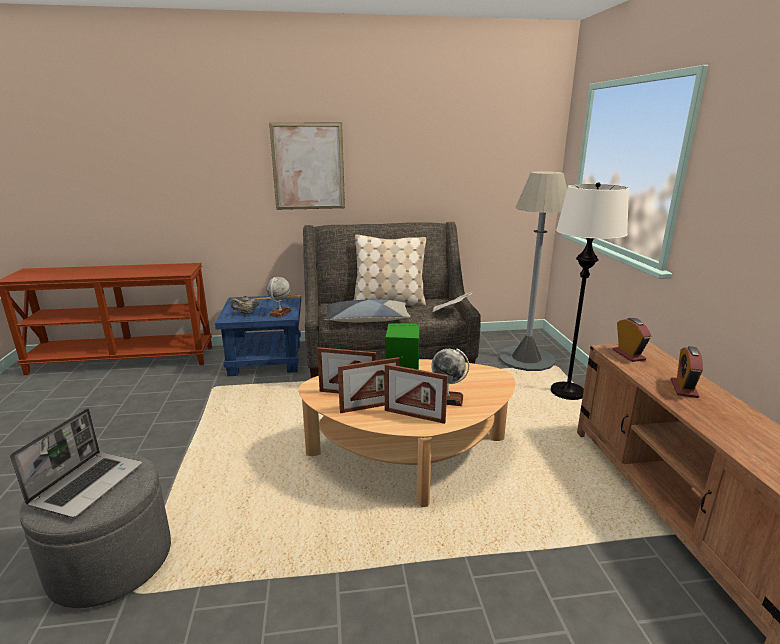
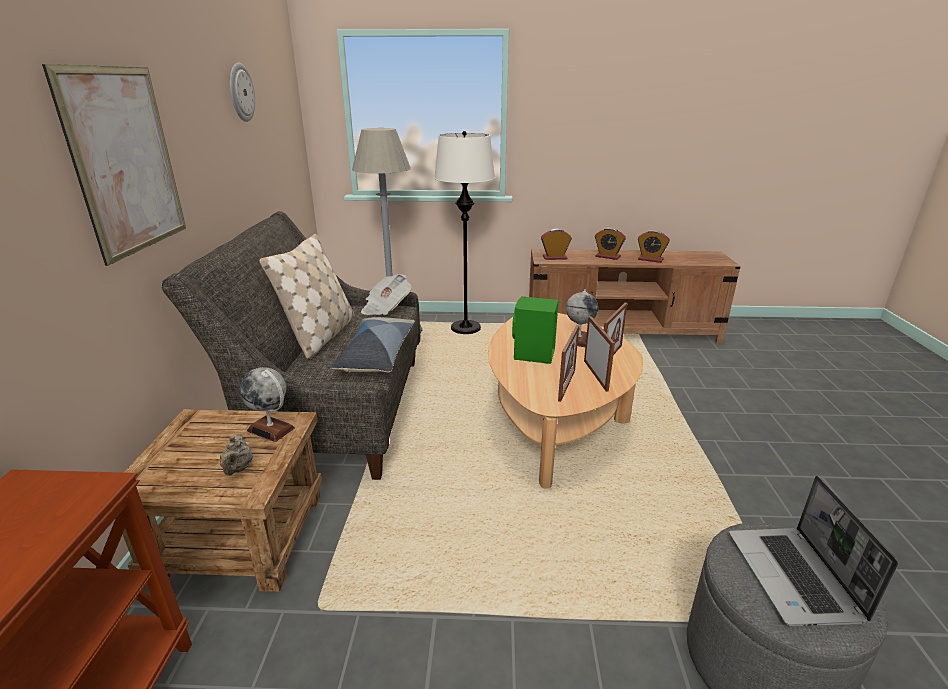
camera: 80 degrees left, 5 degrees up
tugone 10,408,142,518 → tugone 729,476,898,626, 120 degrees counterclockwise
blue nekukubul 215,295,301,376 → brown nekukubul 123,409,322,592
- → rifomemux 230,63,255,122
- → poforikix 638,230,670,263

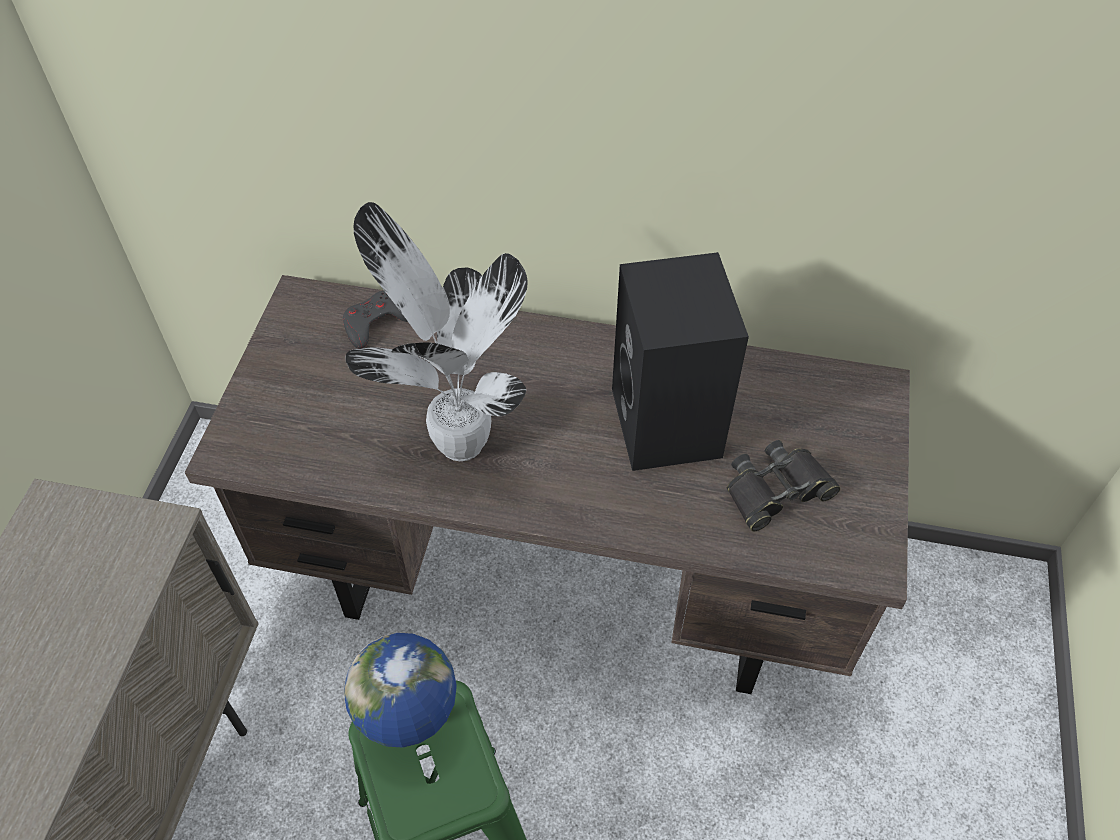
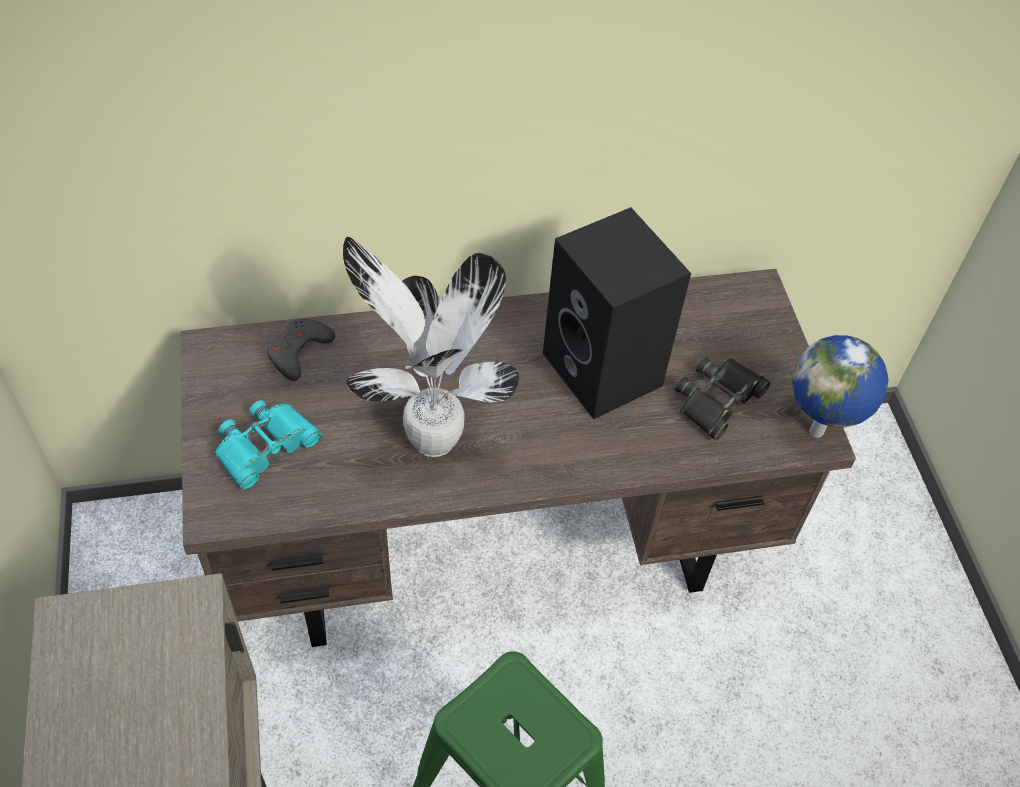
camera: 25 degrees left, 0 degrees up
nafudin 344,633,457,747 → nafudin 792,335,889,438, relocated
- → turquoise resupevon 215,400,321,490

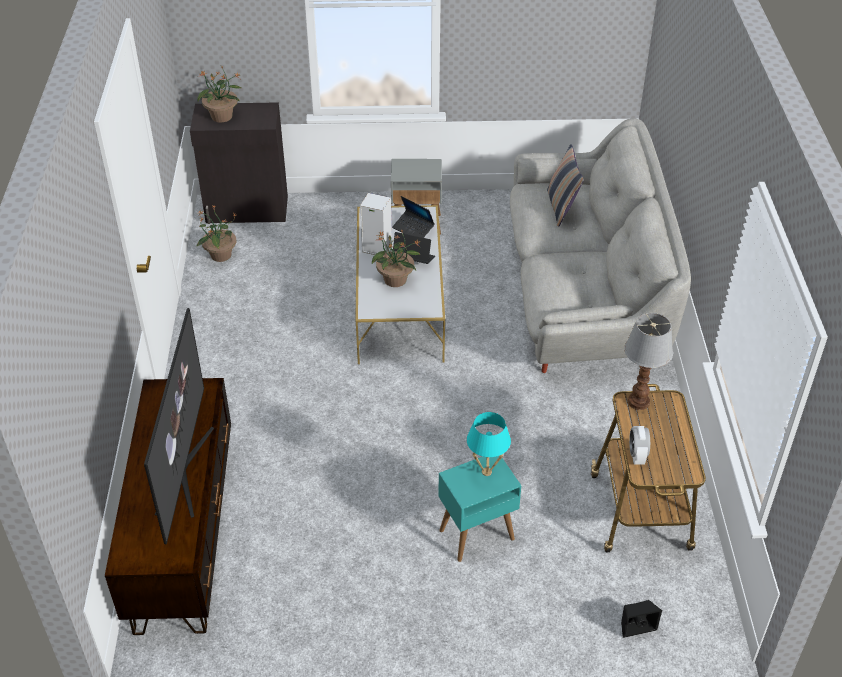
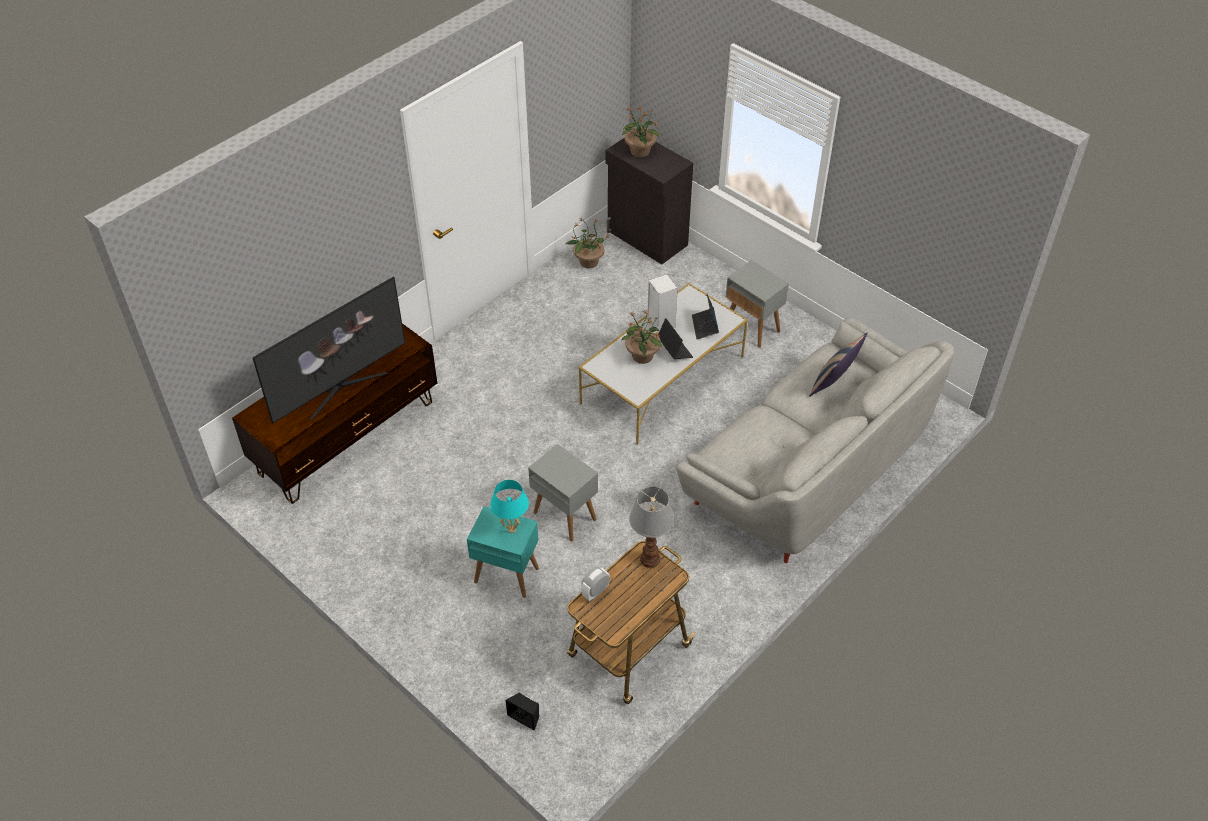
camera: 45 degrees right, 5 degrees up
- → grey nekukubul 528,444,598,541

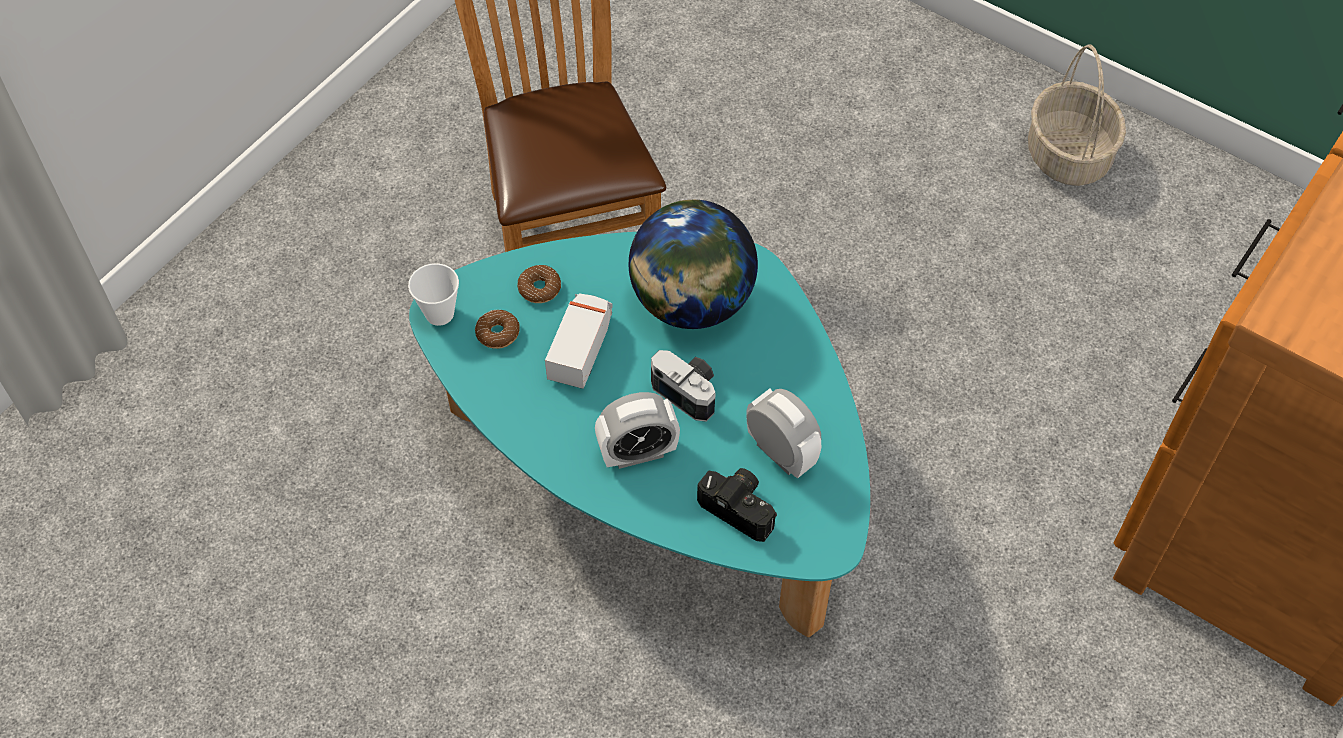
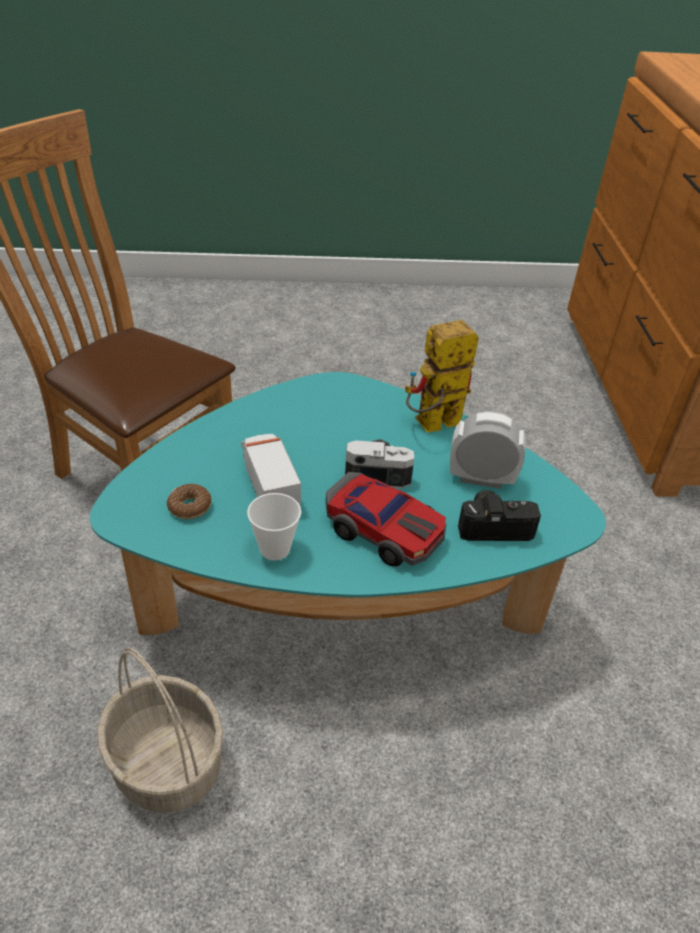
camera: 40 degrees left, 15 degrees down
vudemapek 408,263,459,326 → vudemapek 247,493,301,561, relocated
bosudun 517,265,561,303 → -
poforikix 595,392,680,469 → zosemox 326,472,446,567
nafudin 629,200,758,329 → -
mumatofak 1028,44,1126,186 → mumatofak 97,647,223,813, relocated
- → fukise 405,320,479,433

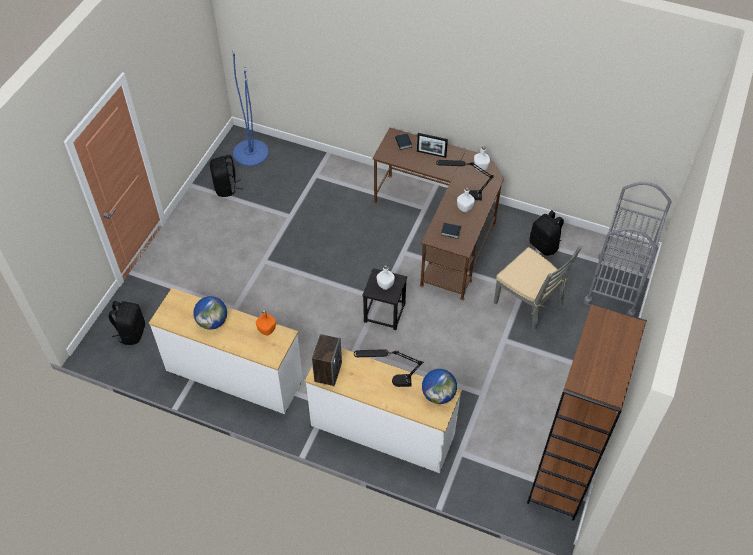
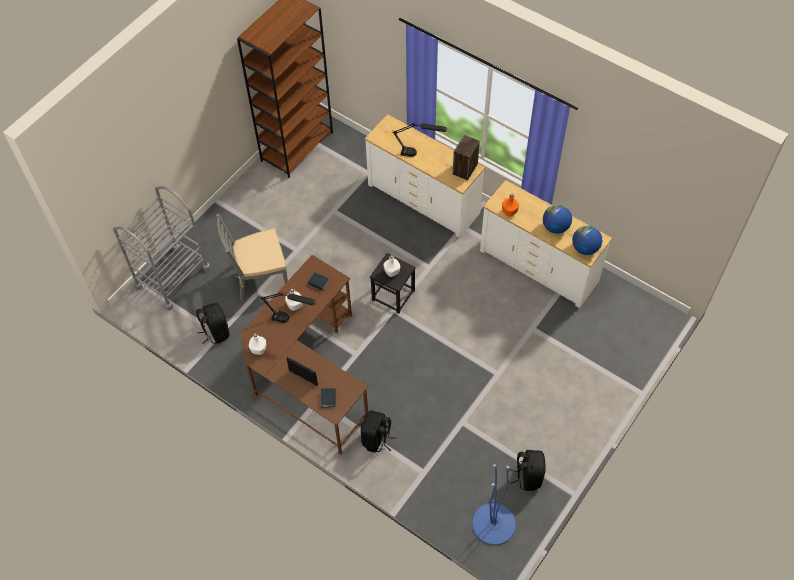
camera: 165 degrees left, 5 degrees up
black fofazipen 108,301,145,345 → black fofazipen 361,410,396,452, relocated
nafudin 422,369,457,404 → nafudin 572,225,602,255, relocated
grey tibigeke 494,245,582,333 → grey tibigeke 216,214,288,301, 75 degrees counterclockwise

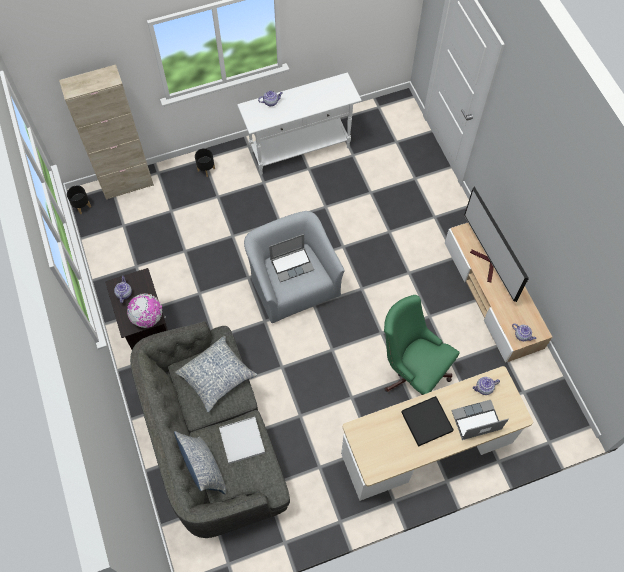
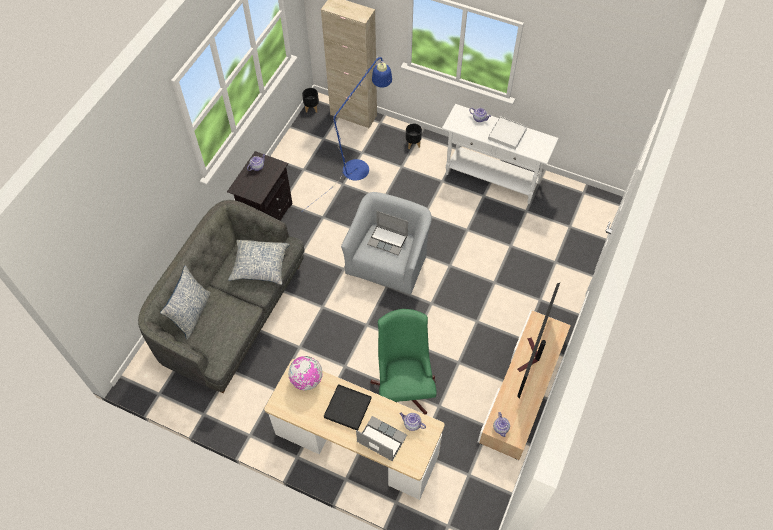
camera: 45 degrees right, 5 degrees down
nafudin 127,293,162,328 → nafudin 288,356,323,390, relocated
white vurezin 219,417,265,464 → white vurezin 488,116,527,150, relocated
- → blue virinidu 304,57,392,210

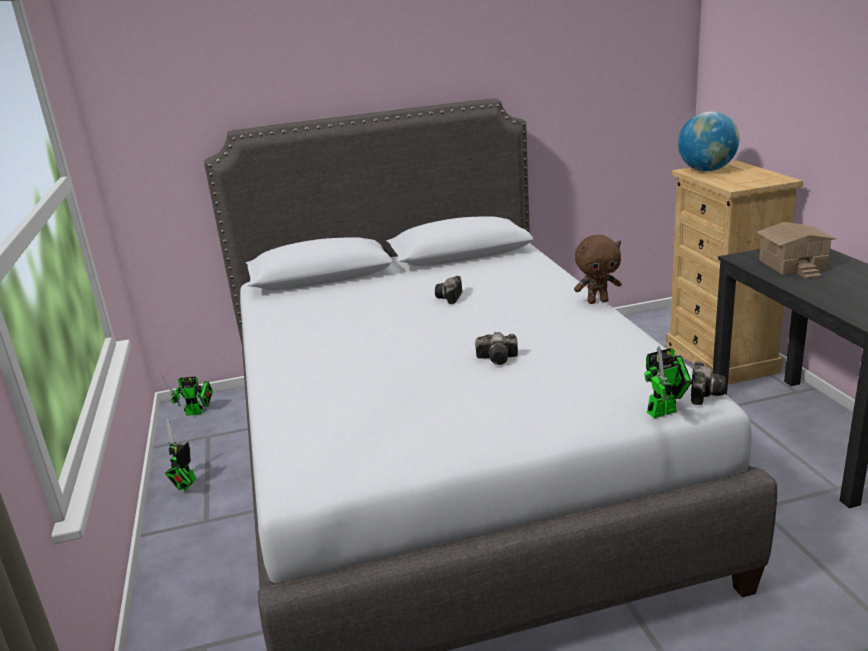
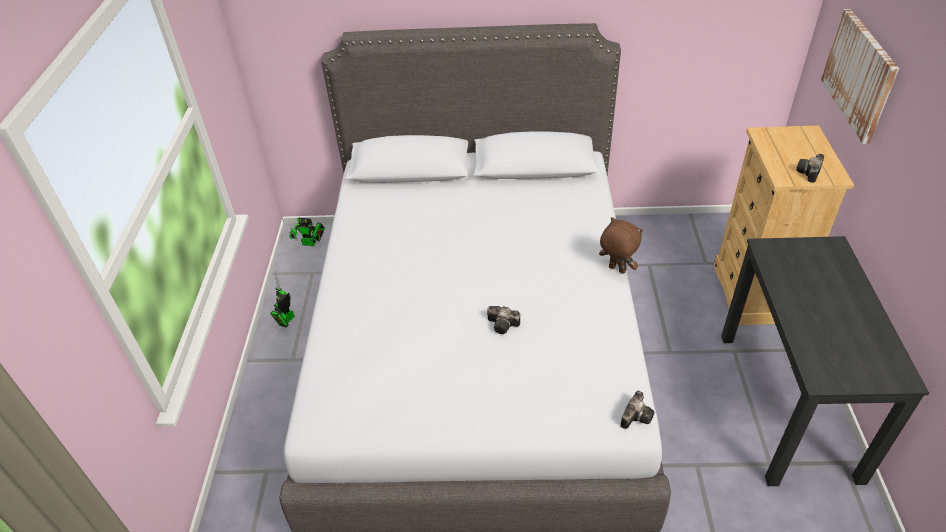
camera: 15 degrees right, 20 degrees up
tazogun 435,276,462,304 → tazogun 796,154,824,183, relocated
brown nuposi 574,235,622,304 → brown nuposi 599,217,643,274, 150 degrees counterclockwise
fukise 645,346,692,418 → -
nafudin 678,111,739,171 → -
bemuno 756,222,837,279 → -
- → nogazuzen 821,9,899,144

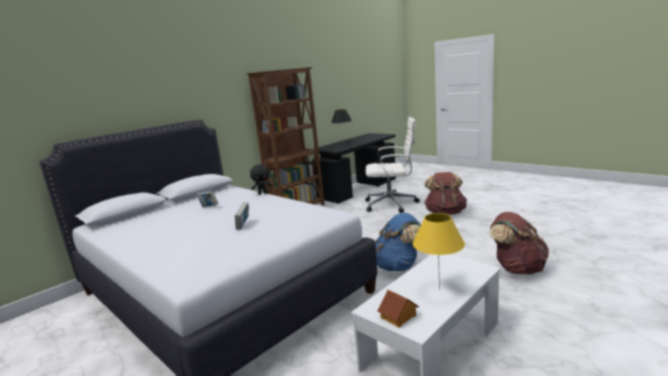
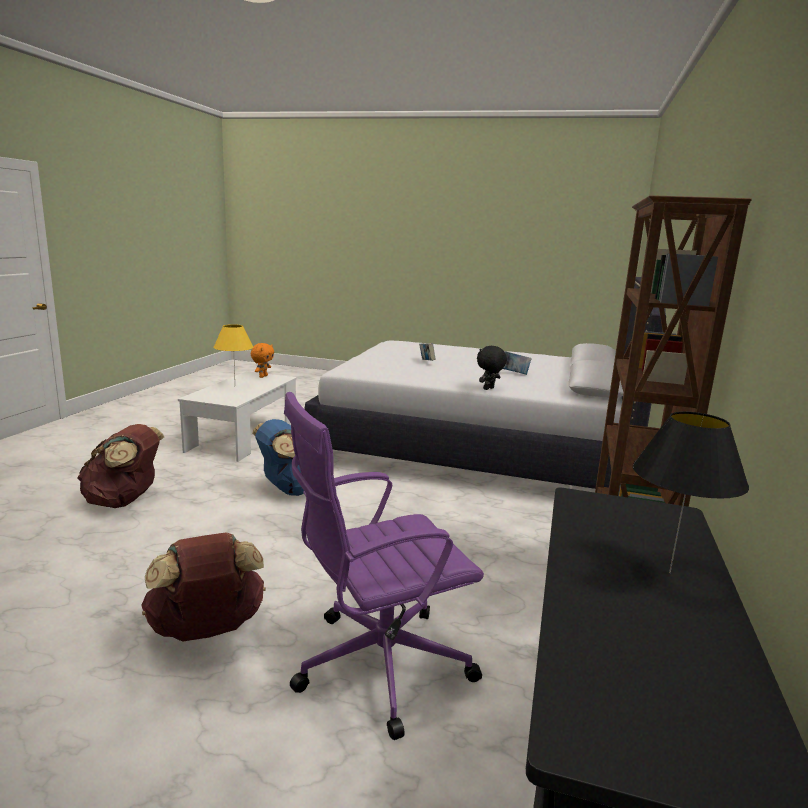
camera: 150 degrees right, 0 degrees up
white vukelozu 365,117,420,213 → purple vukelozu 284,392,484,740
bemuno 378,289,419,328 → orange nuposi 251,343,274,378

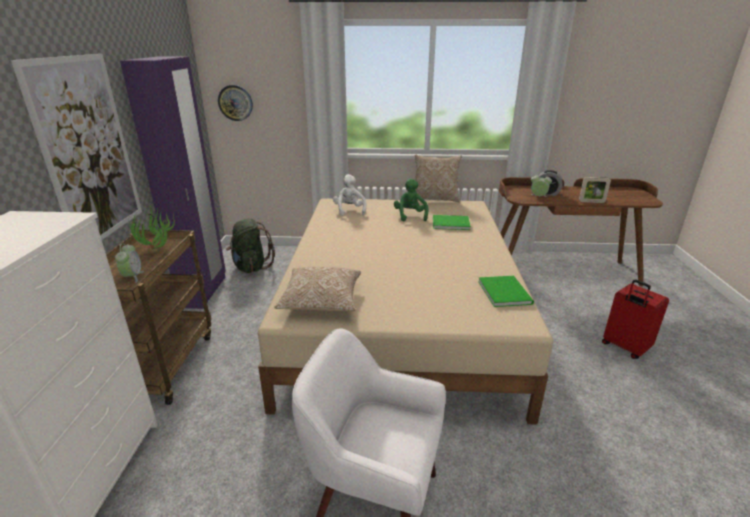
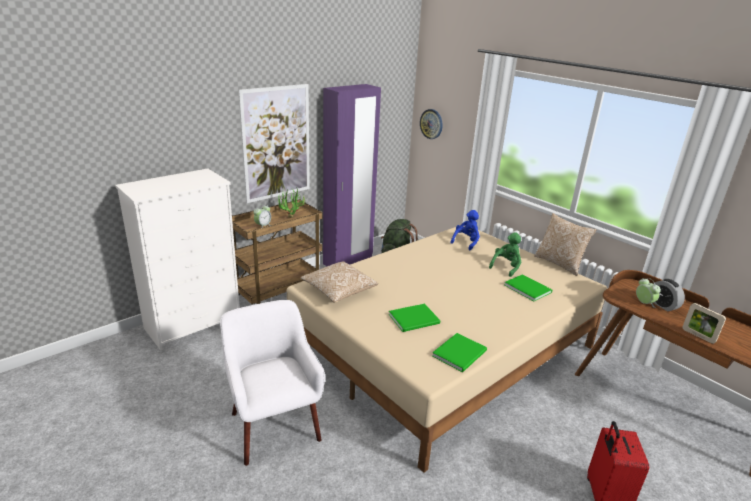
camera: 45 degrees right, 0 degrees up
white nuposi 333,174,367,216 → blue nuposi 450,210,480,250
- → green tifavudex 389,303,440,332

